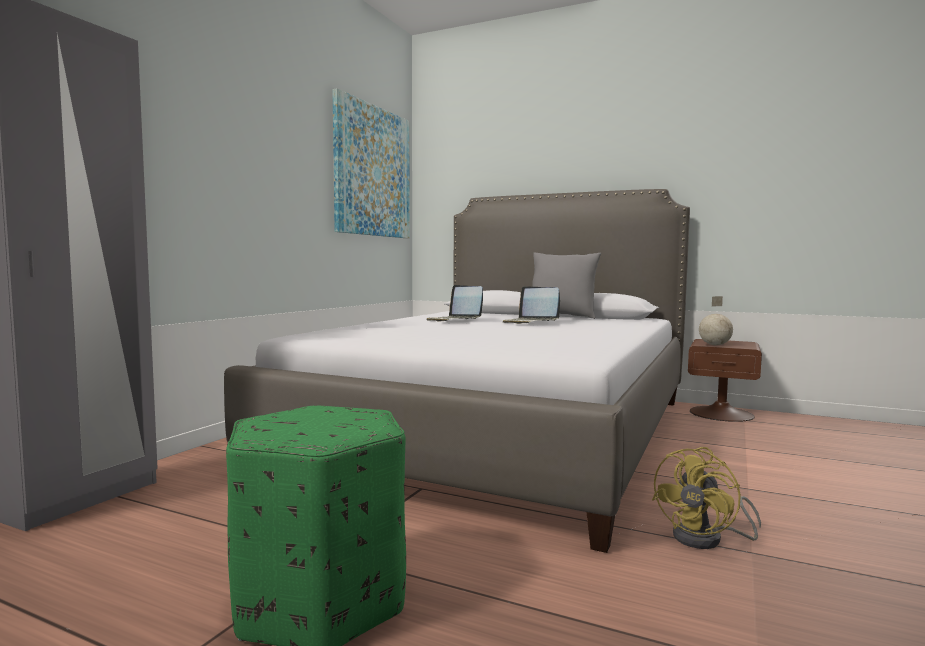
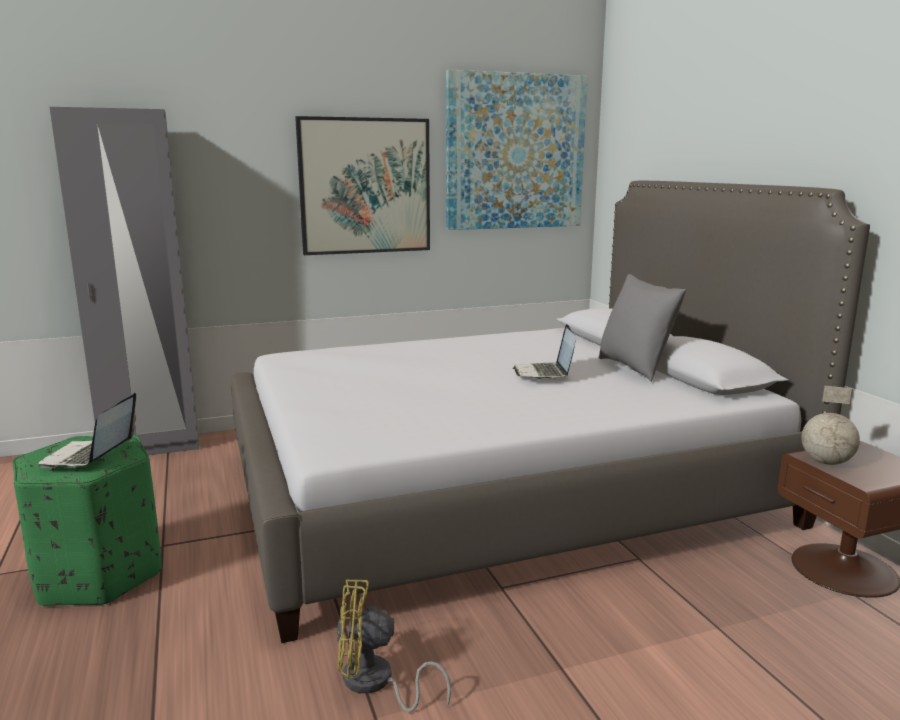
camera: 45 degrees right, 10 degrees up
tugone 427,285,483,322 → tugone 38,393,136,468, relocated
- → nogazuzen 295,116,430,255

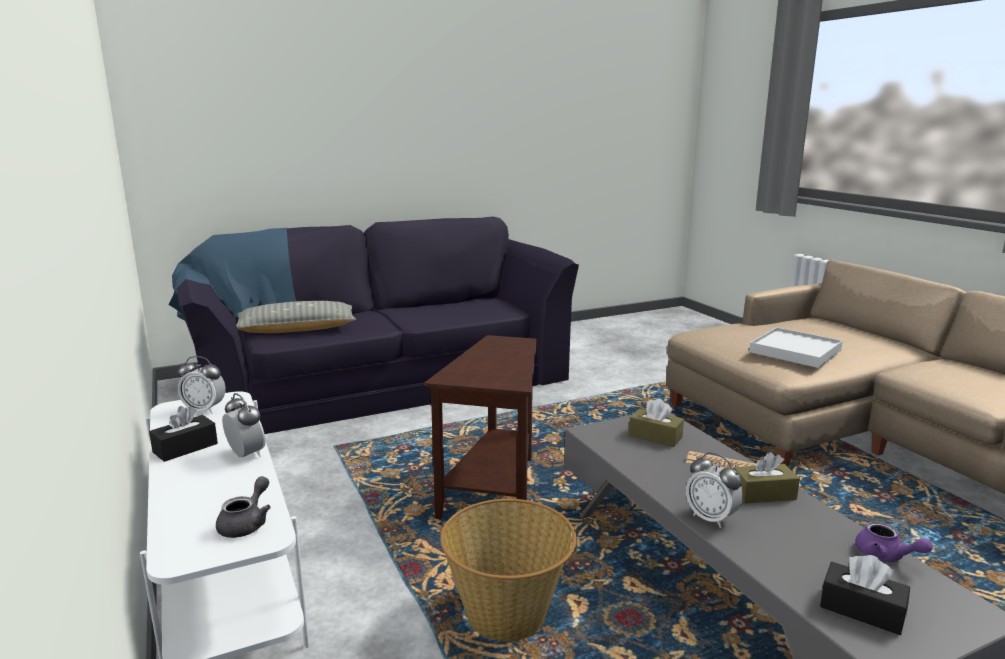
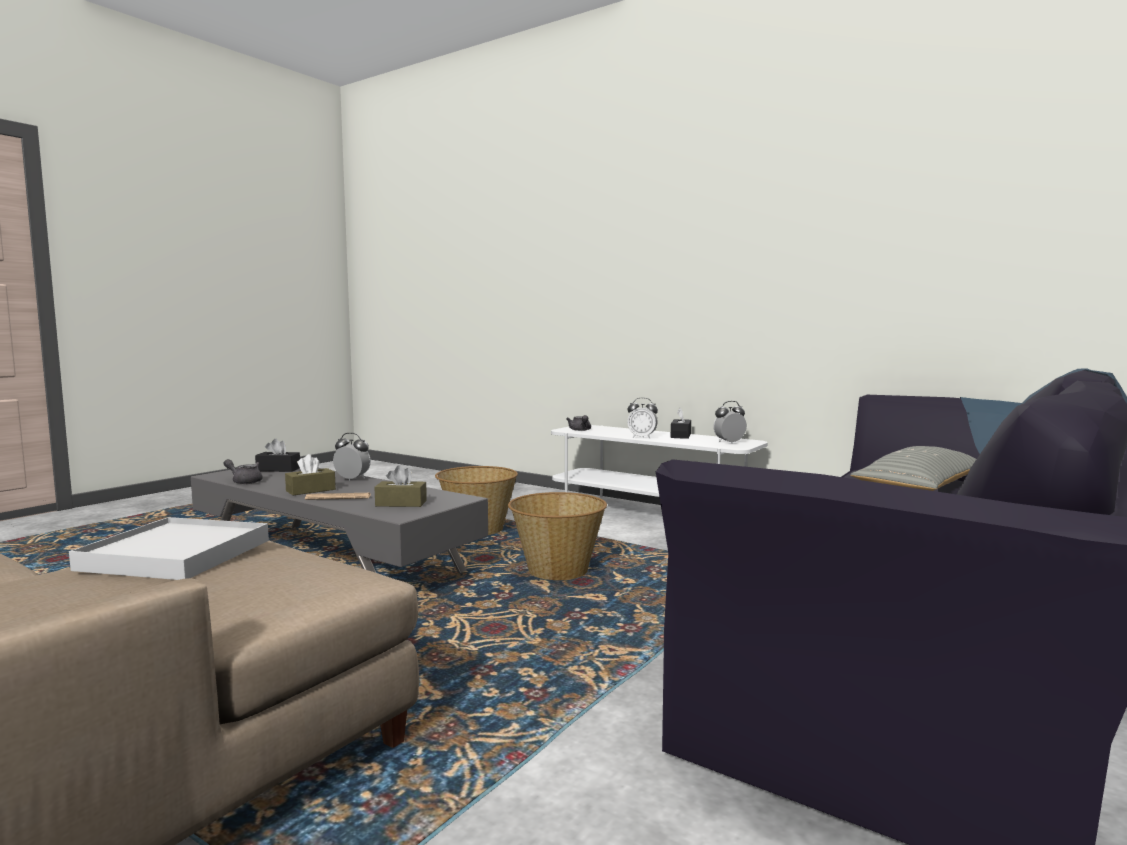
camera: 150 degrees right, 10 degrees down
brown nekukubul 425,335,537,519 → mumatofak 508,492,607,580
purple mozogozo 855,521,933,562 → grey mozogozo 223,459,263,484

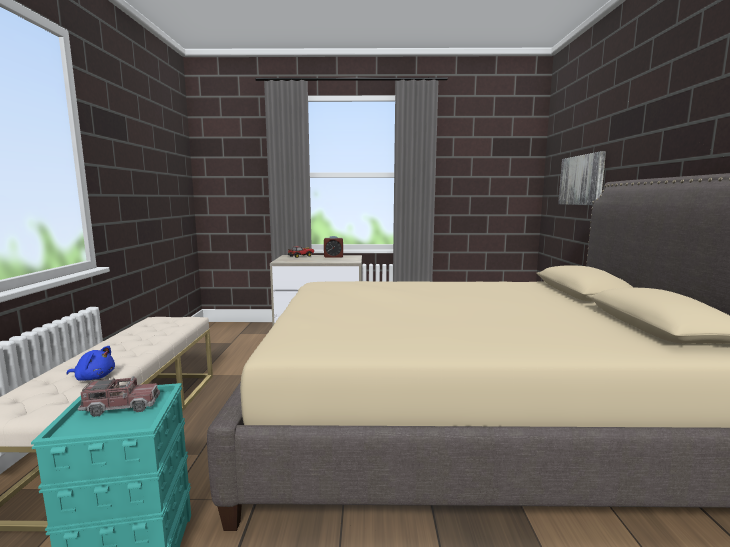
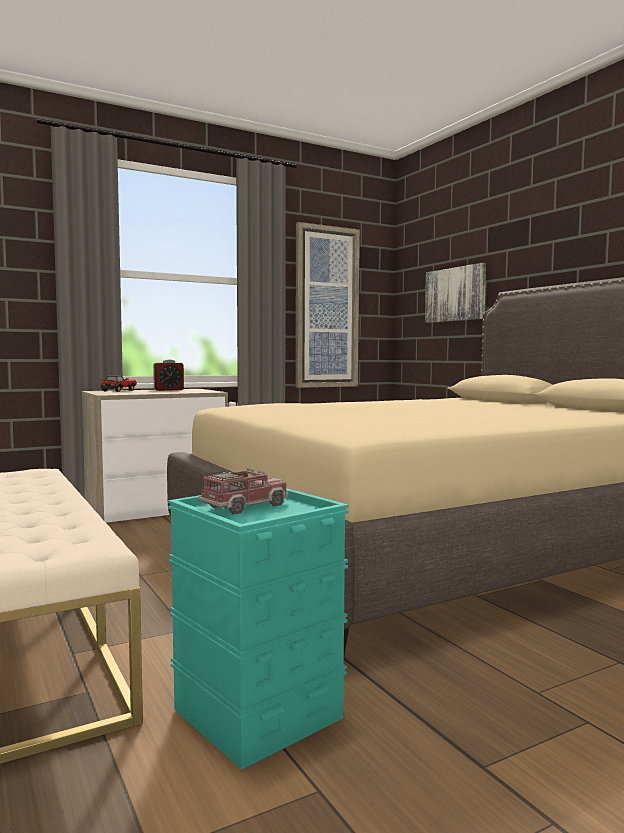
camera: 30 degrees left, 5 degrees down
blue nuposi 66,346,115,381 → -
- → nogazuzen 295,222,360,388

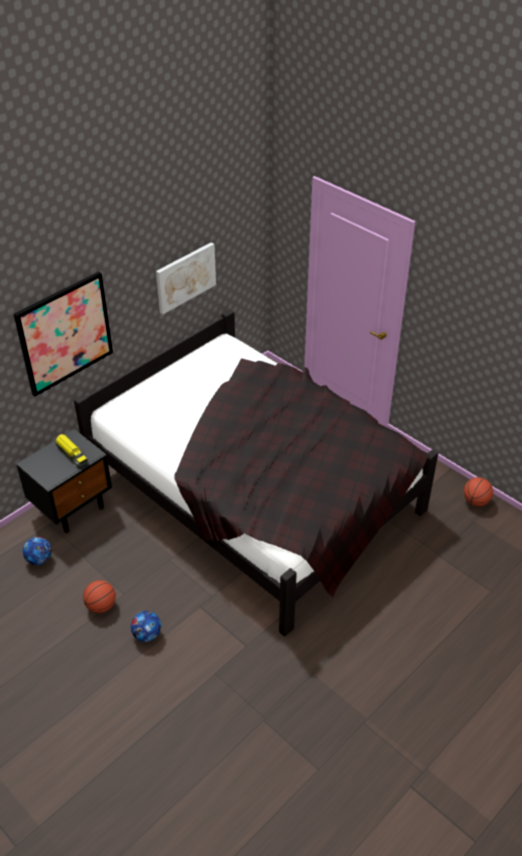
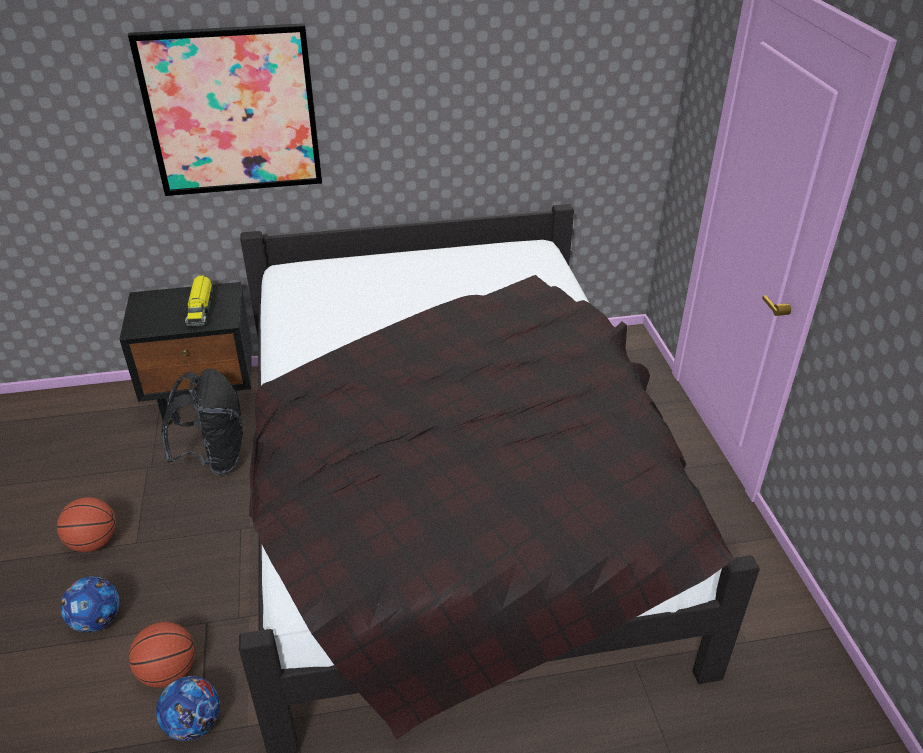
camera: 35 degrees right, 5 degrees down
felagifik 23,537,52,565 → felagifik 156,676,220,741, relocated
nogazuzen 156,242,216,314 → -
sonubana 464,477,493,506 → sonubana 129,622,195,688, relocated
- → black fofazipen 161,369,243,475

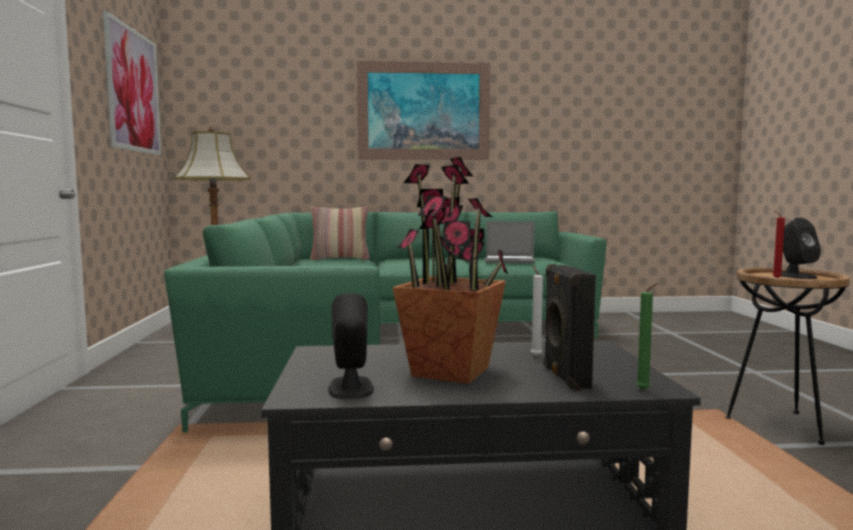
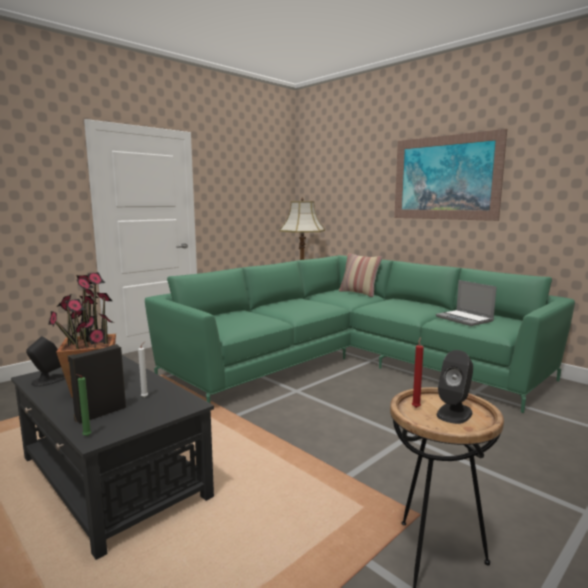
camera: 50 degrees right, 5 degrees up
nogazuzen 103,11,161,155 → -

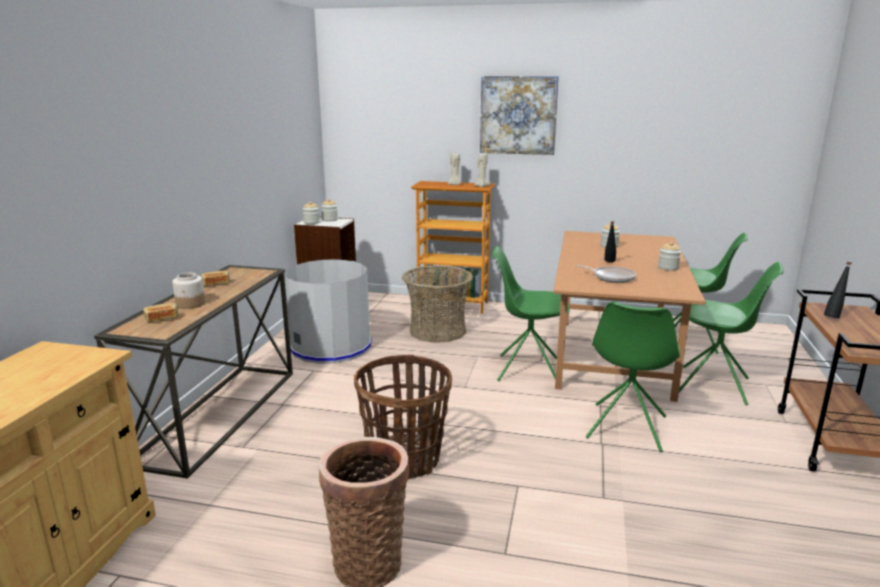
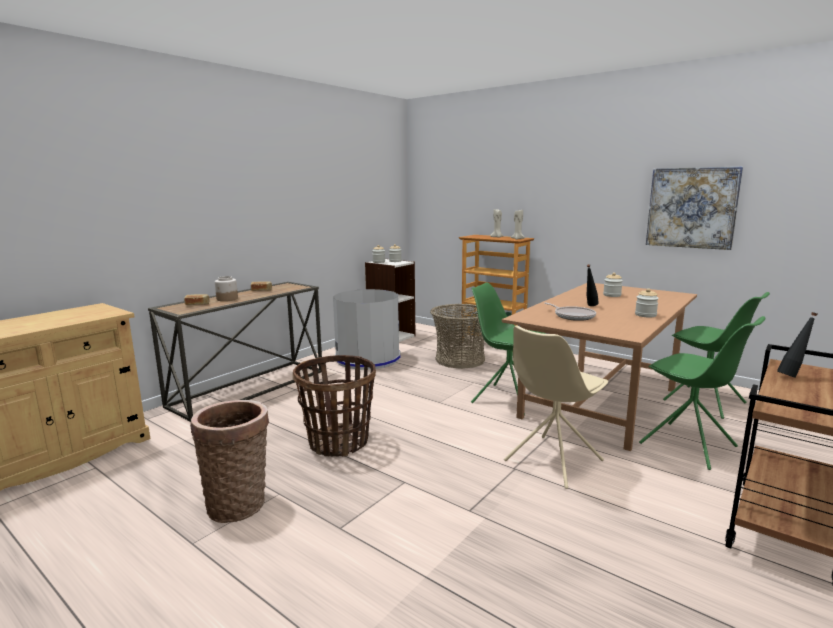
camera: 25 degrees right, 5 degrees down
nogazuzen 480,76,559,155 → nogazuzen 646,167,743,250, relocated
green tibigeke 586,302,680,453 → beige tibigeke 504,325,608,489

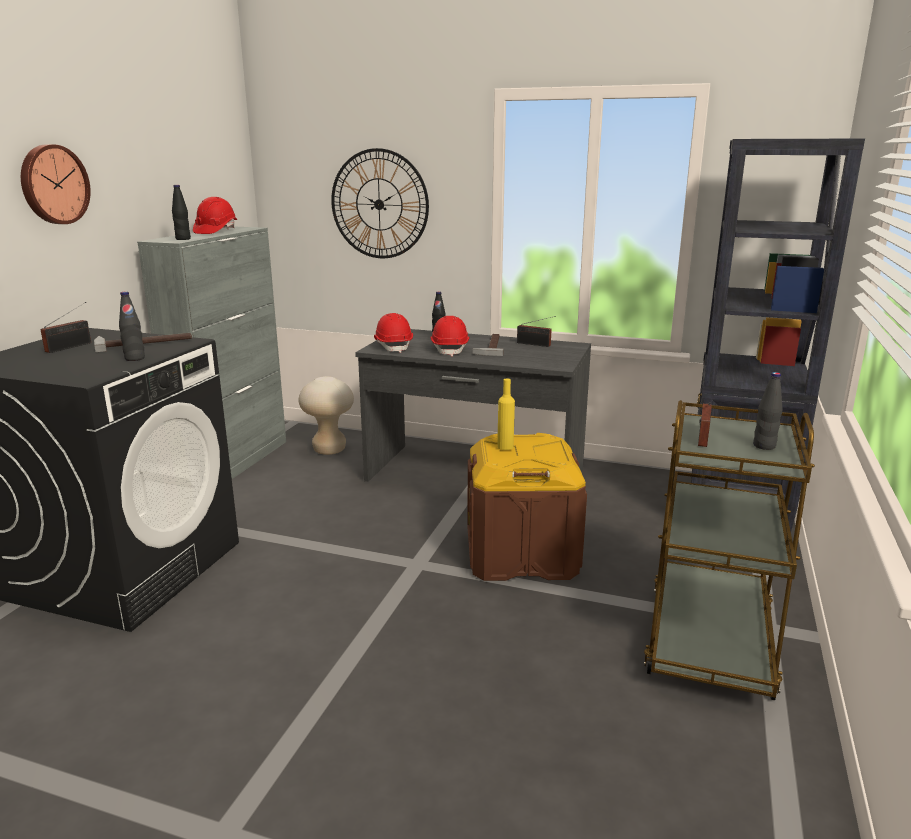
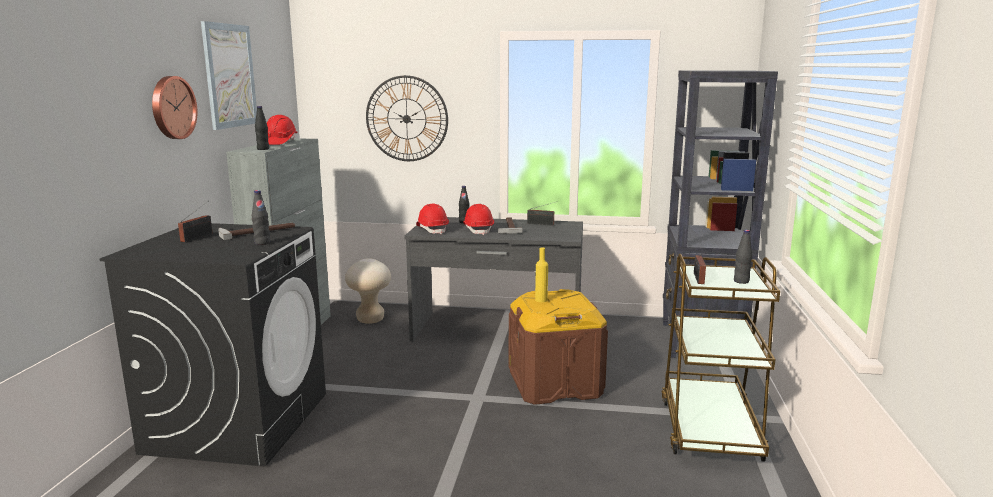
camera: 10 degrees left, 5 degrees down
- → nogazuzen 201,21,257,130

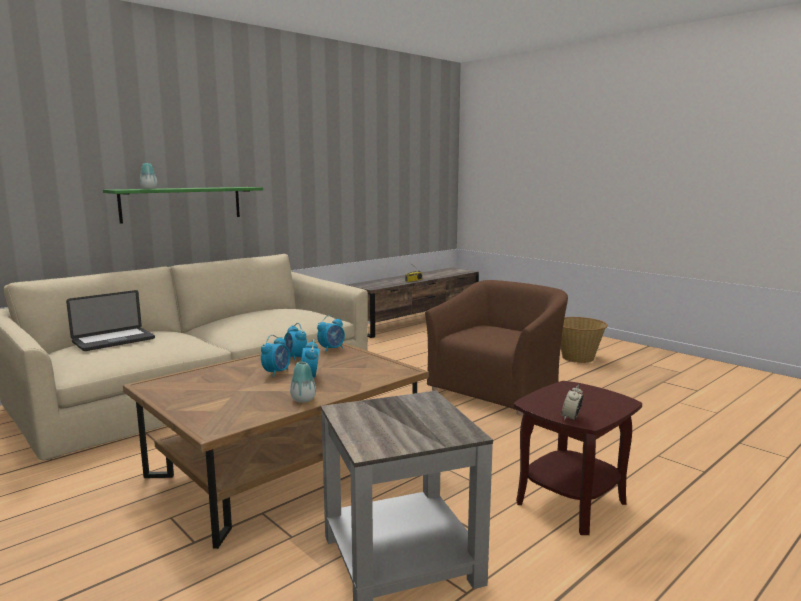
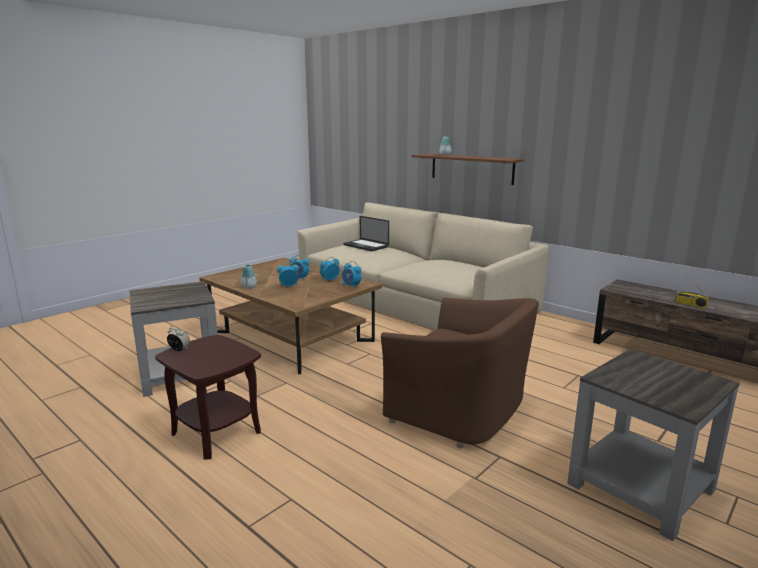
camera: 85 degrees right, 5 degrees up
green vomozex 103,187,263,224 → brown vomozex 411,154,525,185
mumatofak 561,317,608,363 → grey nekukubul 567,348,740,541

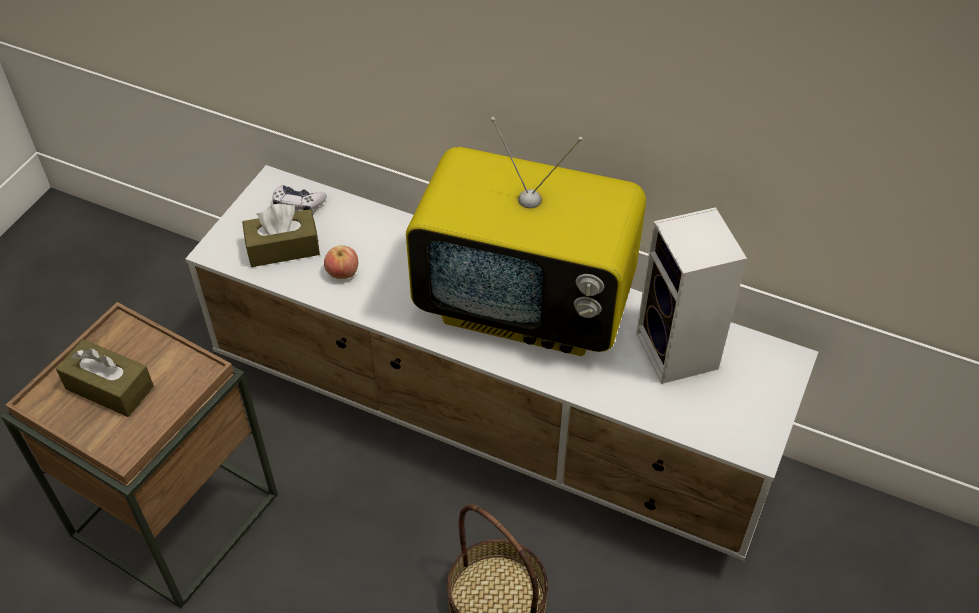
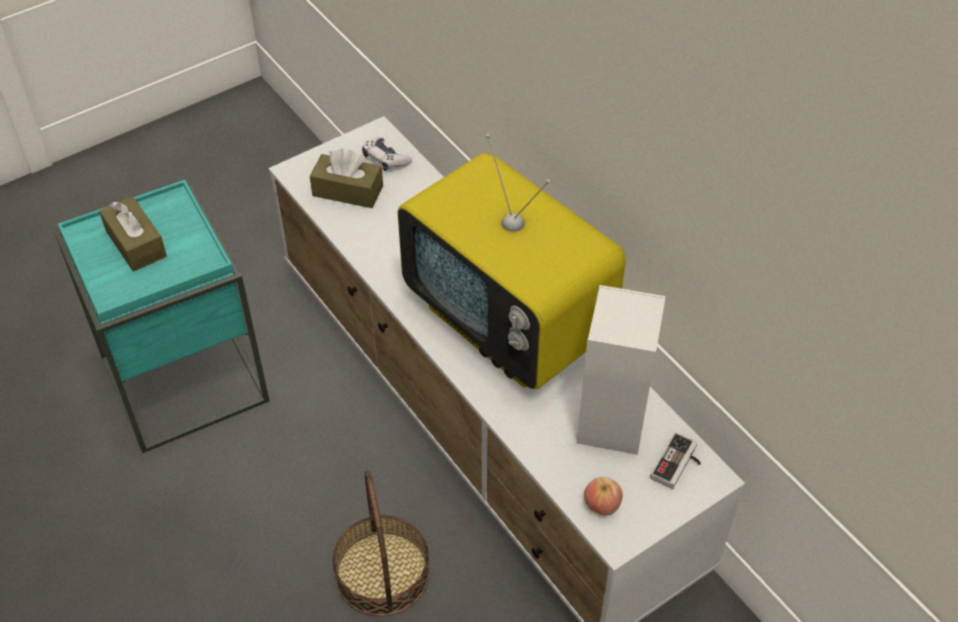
camera: 30 degrees right, 0 degrees up
brown nekukubul 1,302,278,608 → turquoise nekukubul 54,179,269,453
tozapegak 324,246,358,279 → tozapegak 584,477,623,516, relocated
- → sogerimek 650,432,701,489

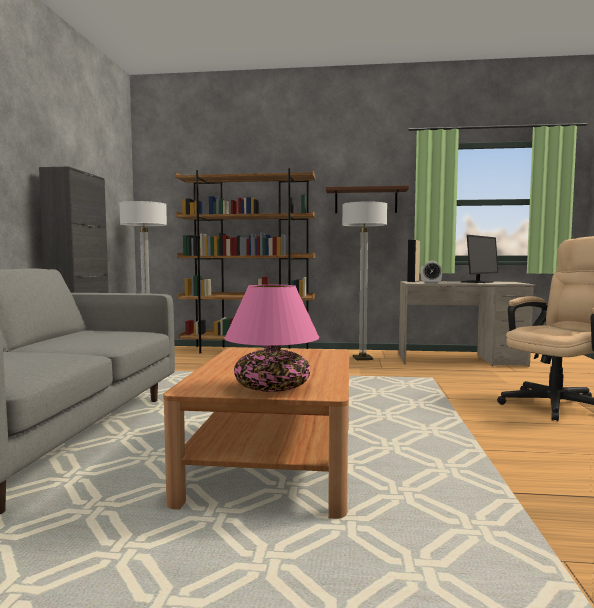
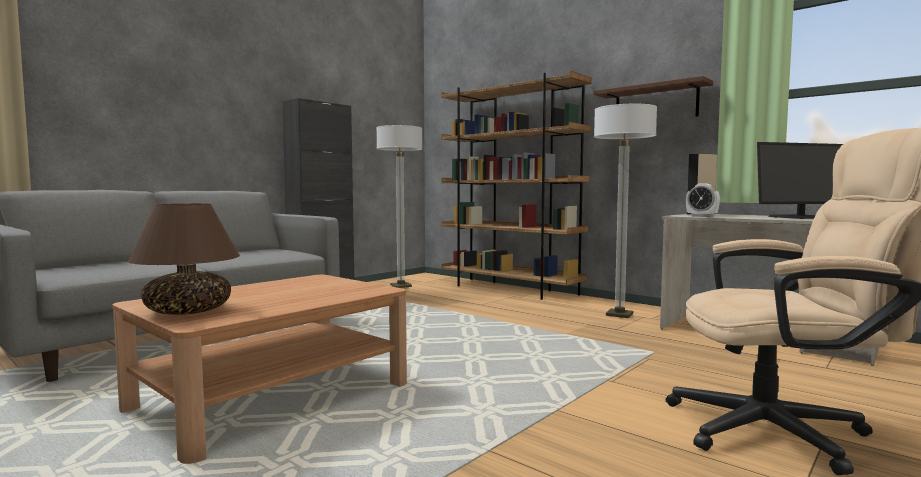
camera: 35 degrees right, 0 degrees up
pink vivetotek 224,285,319,392 → brown vivetotek 128,203,240,315

